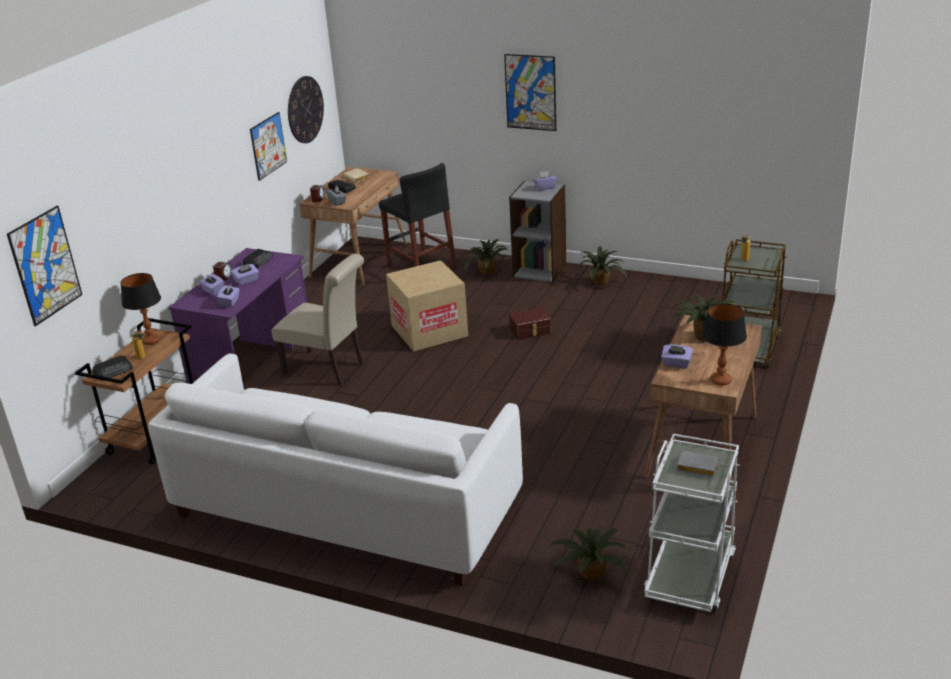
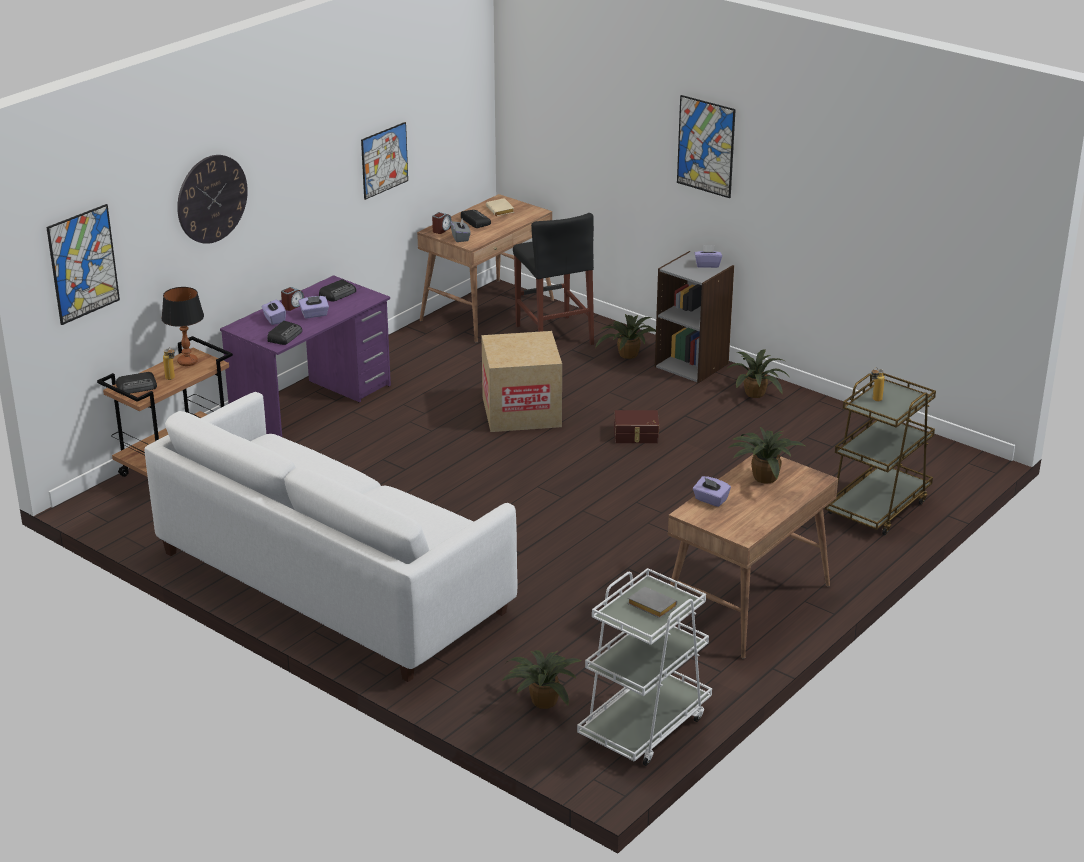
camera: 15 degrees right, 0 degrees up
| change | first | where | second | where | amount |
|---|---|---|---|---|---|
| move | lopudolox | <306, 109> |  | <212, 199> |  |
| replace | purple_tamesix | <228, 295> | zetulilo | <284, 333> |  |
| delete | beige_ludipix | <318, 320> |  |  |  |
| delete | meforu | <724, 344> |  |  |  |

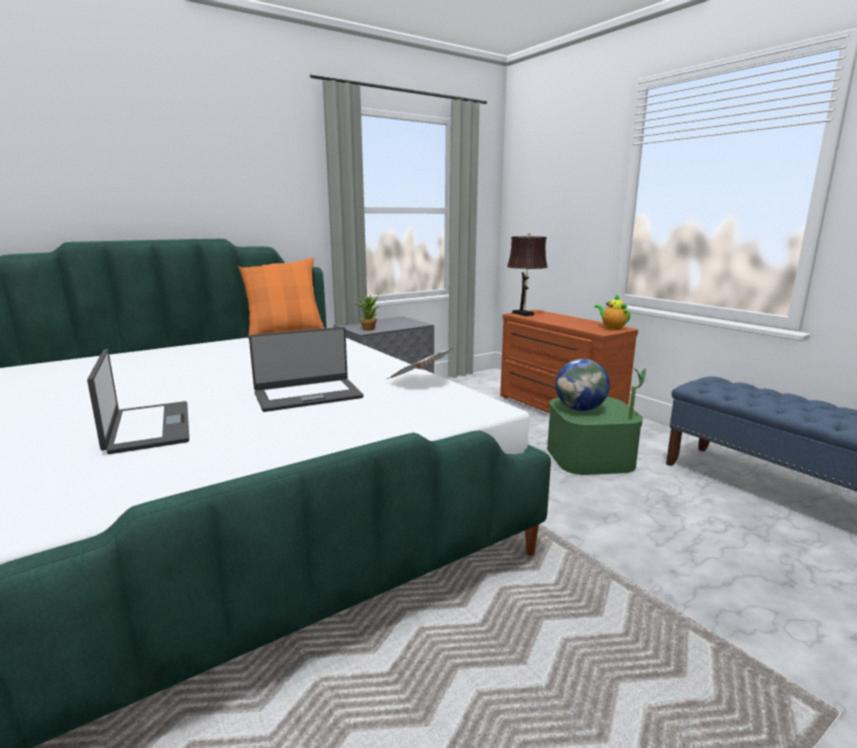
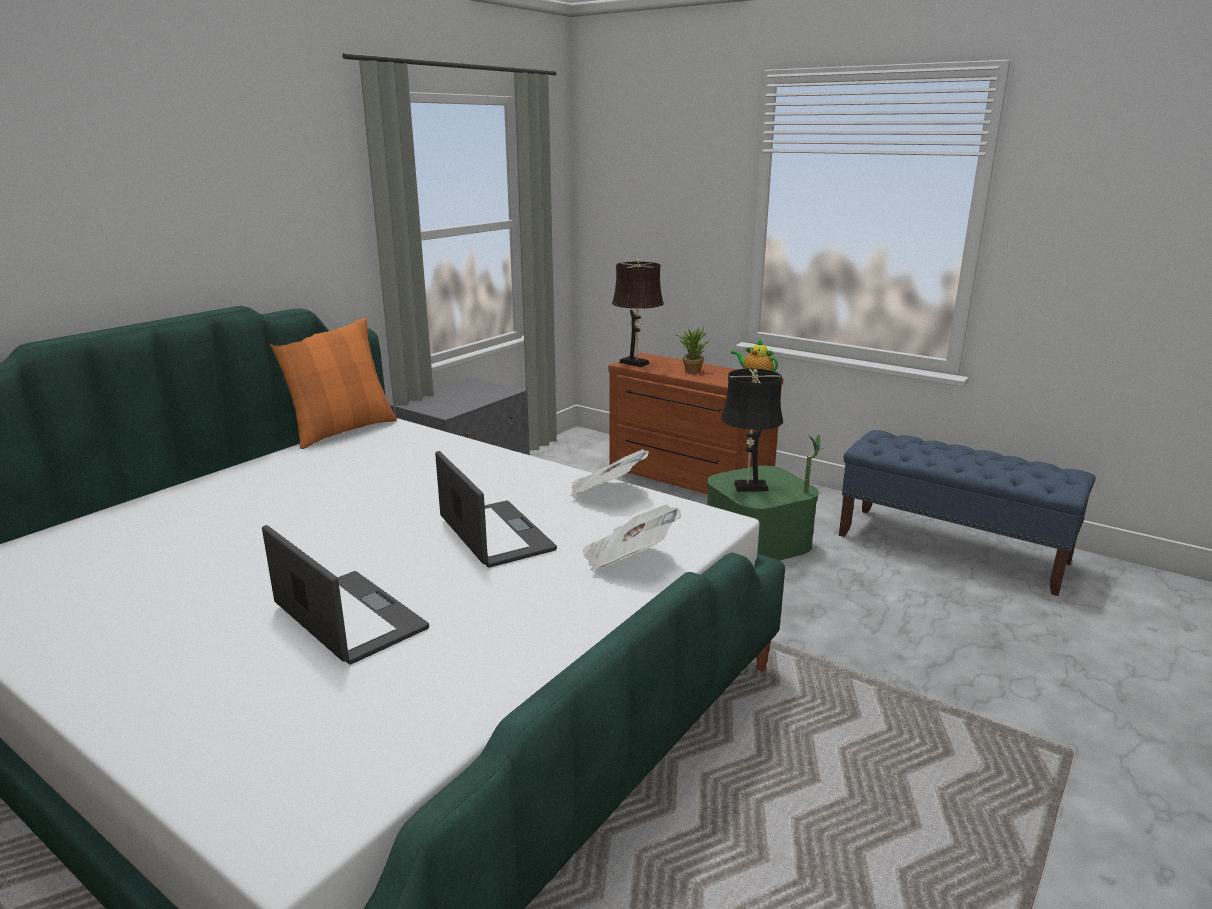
camera: 20 degrees left, 5 degrees up
| change | first | where | second | where | amount |
|---|---|---|---|---|---|
| rotate | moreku | <306, 369> |  | <496, 509> | 75 degrees counterclockwise |
| insert |  |  | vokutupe | <632, 538> |  |
| move | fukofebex | <367, 312> |  | <692, 349> |  |
| replace | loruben | <582, 385> | black_meforu | <752, 430> |  |

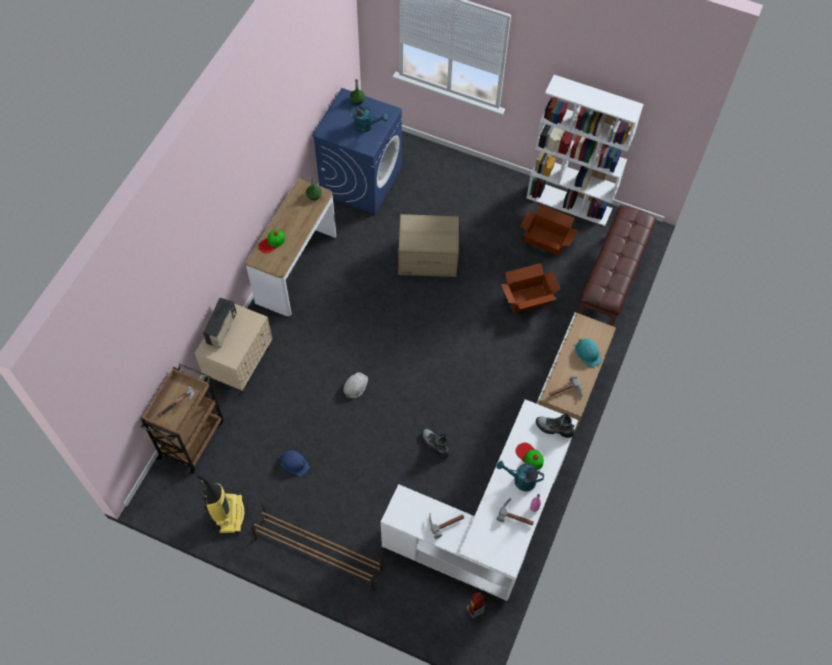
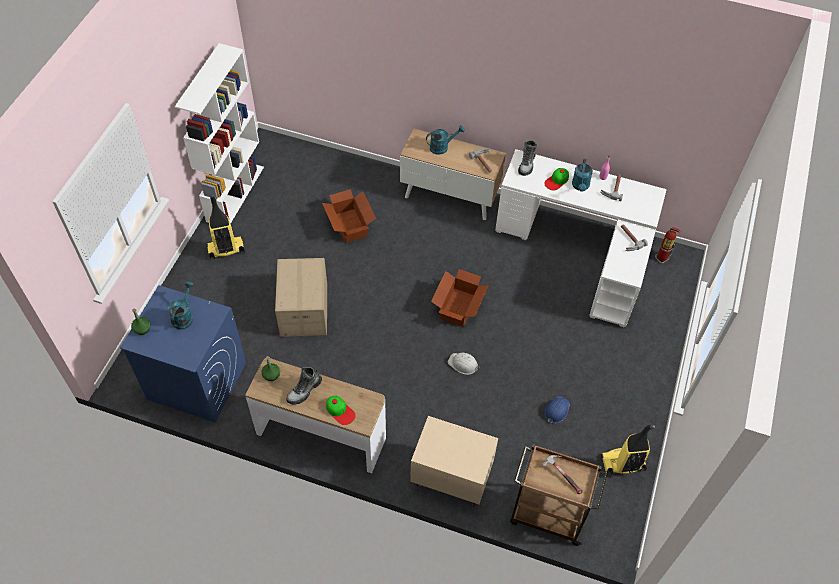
camera: 95 degrees left, 5 degrees down
| change | first | where | second | where | amount |
|---|---|---|---|---|---|
| insert |  |  | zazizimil | <225, 227> |  |
| move | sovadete | <436, 443> |  | <304, 386> |  |
| replace | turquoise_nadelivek | <588, 353> | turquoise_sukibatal | <445, 140> |  |
| move | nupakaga | <549, 230> |  | <460, 298> |  |
| delete | zetulilo | <220, 323> |  |  |  |
| delete | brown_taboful | <316, 547> |  |  |  |
| delete | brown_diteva | <617, 265> |  |  |  |

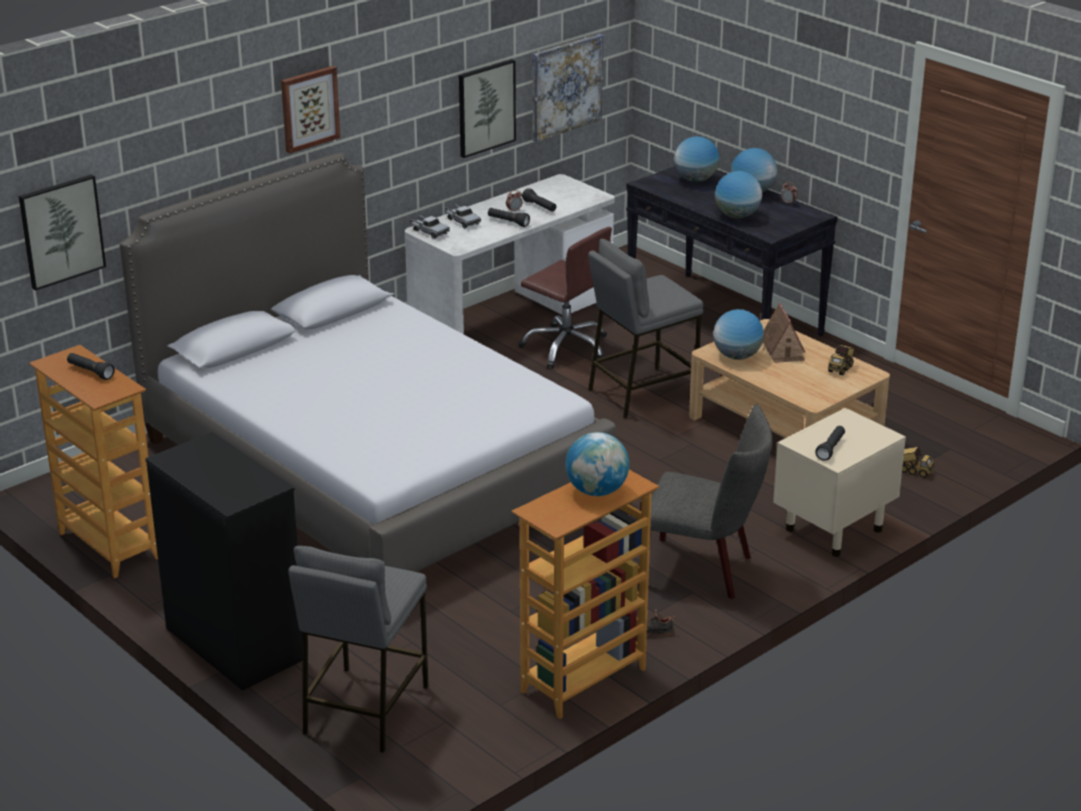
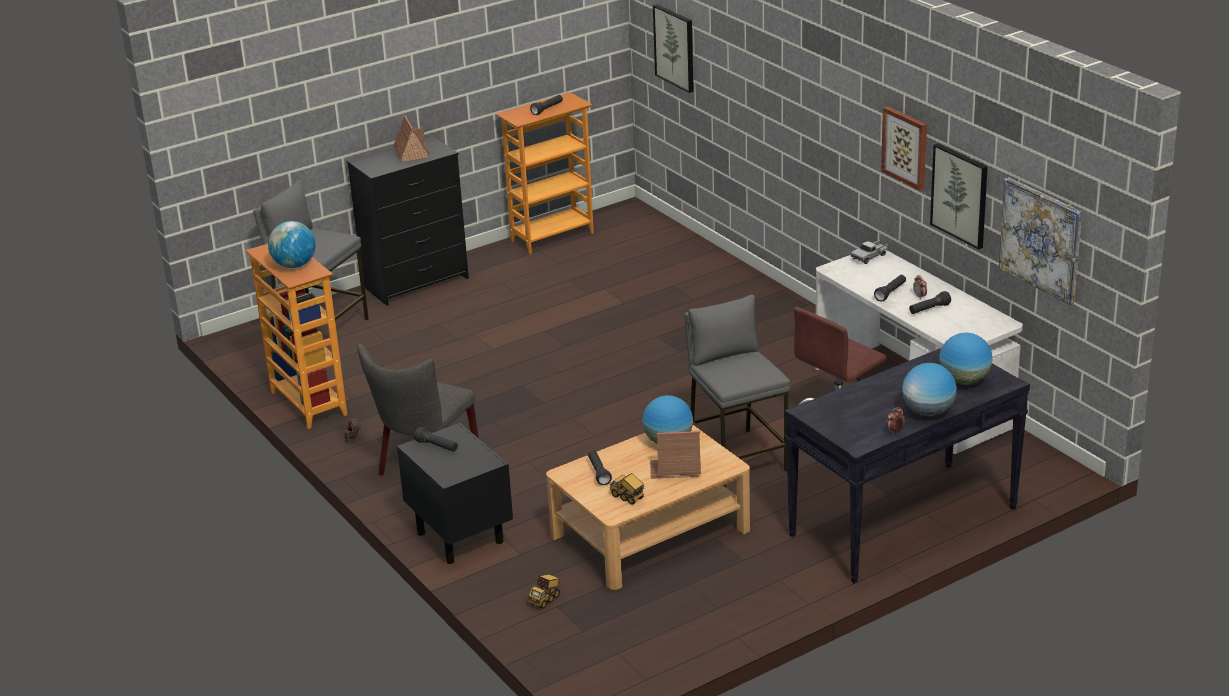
camera: 100 degrees right, 0 degrees up
| change | first | where | second | where | amount |
|---|---|---|---|---|---|
| insert |  |  | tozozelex | <411, 139> |  |
| recolor | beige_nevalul | <839, 482> | black_nevalul | <455, 493> |  |
| insert |  |  | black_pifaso | <600, 467> |  |
| move | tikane | <310, 110> |  | <904, 148> |  |
| delete | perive | <368, 362> |  |  |  |
| delete | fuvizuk | <463, 216> |  |  |  |
| delete | loruben | <738, 194> |  |  |  |

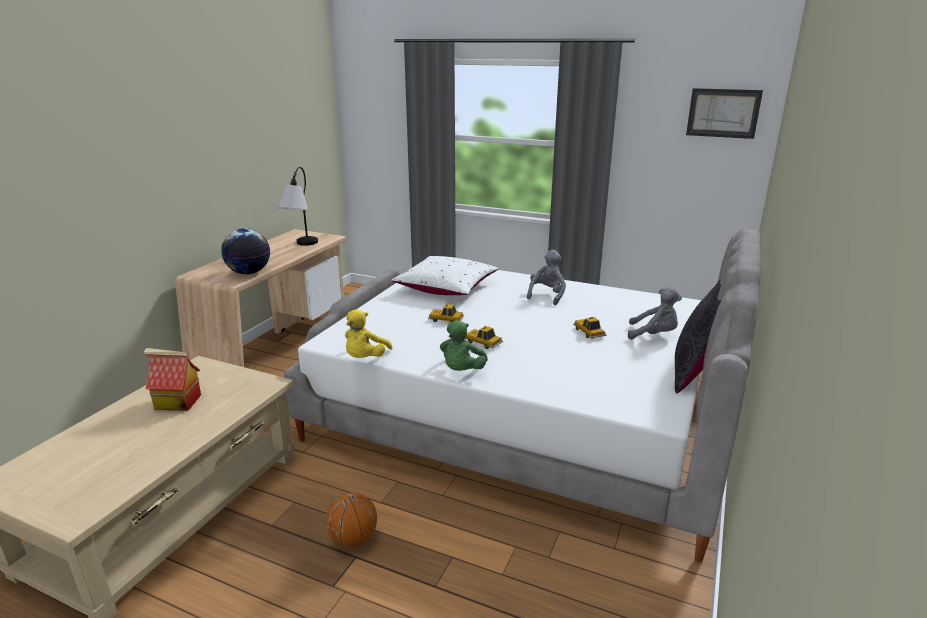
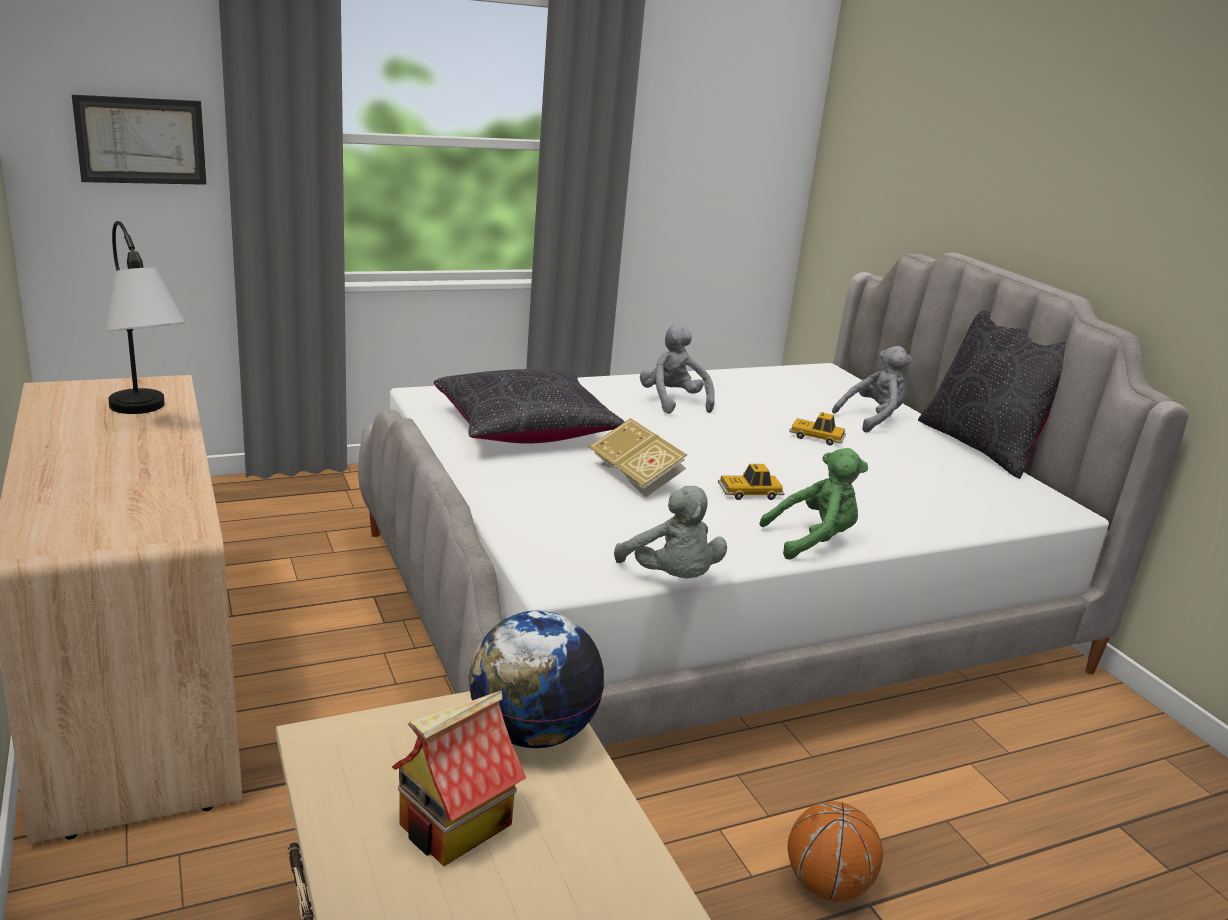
camera: 50 degrees left, 0 degrees up
| change | first | where | second | where | amount |
|---|---|---|---|---|---|
| move | tikane | <724, 113> |  | <139, 140> |  |
| recolor | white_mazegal | <444, 275> | black_mazegal | <529, 406> |  |
| move | loruben | <245, 251> |  | <536, 679> |  |
| replace | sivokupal | <446, 313> | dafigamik | <637, 458> |  |
| recolor | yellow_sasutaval | <369, 333> | grey_sasutaval | <670, 532> |  |
| rotate | green_sasutaval | <464, 345> |  | <813, 503> | 75 degrees counterclockwise |

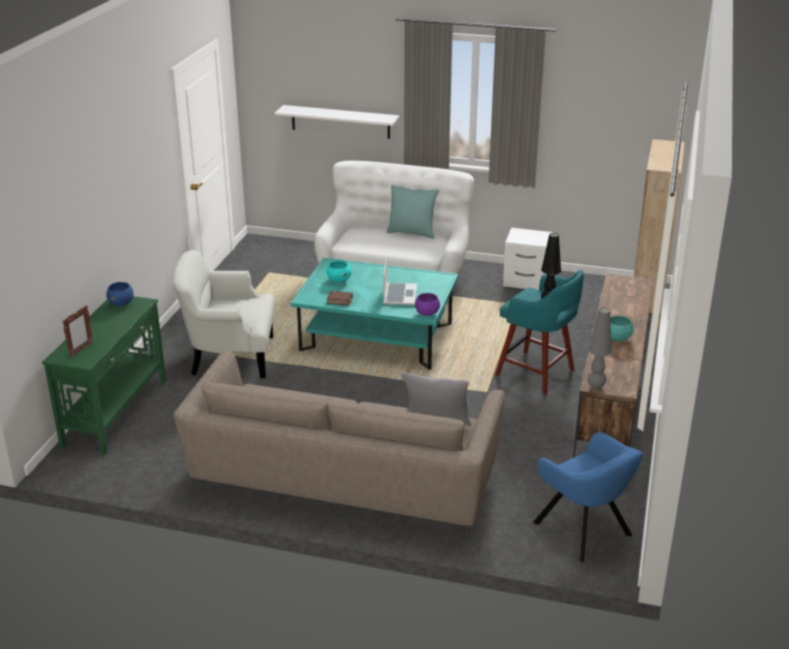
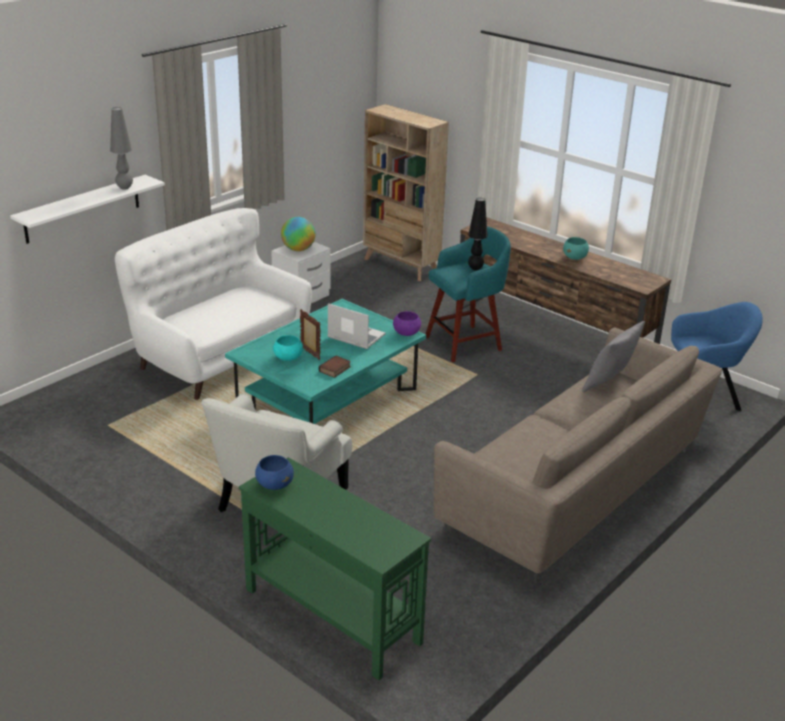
camera: 65 degrees left, 0 degrees up
| change | first | where | second | where | amount |
|---|---|---|---|---|---|
| move | grey_meforu | <599, 348> |  | <121, 148> |  |
| insert |  |  | loruben | <298, 234> |  |
| move | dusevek | <77, 331> |  | <310, 334> |  |
| delete | turquoise_mazegal | <413, 212> |  |  |  |

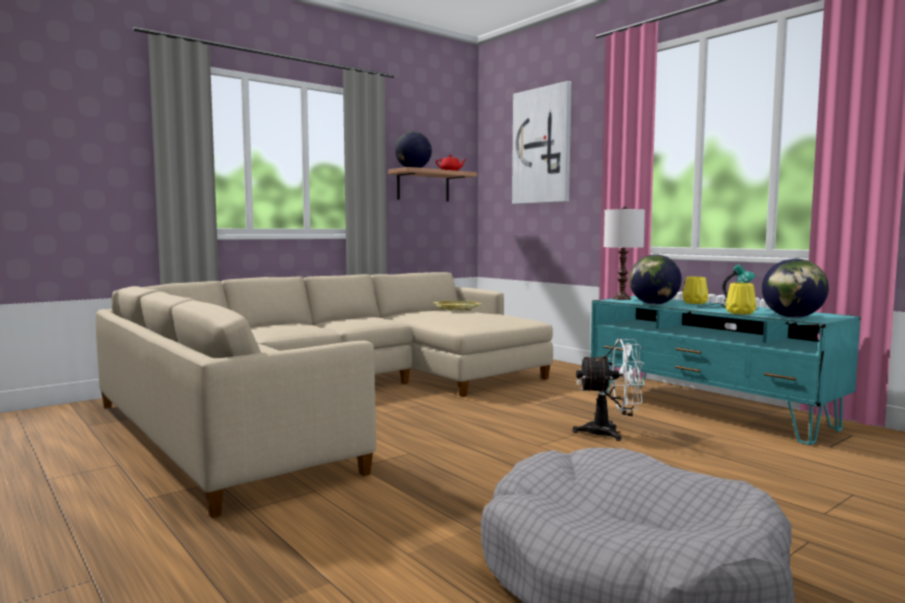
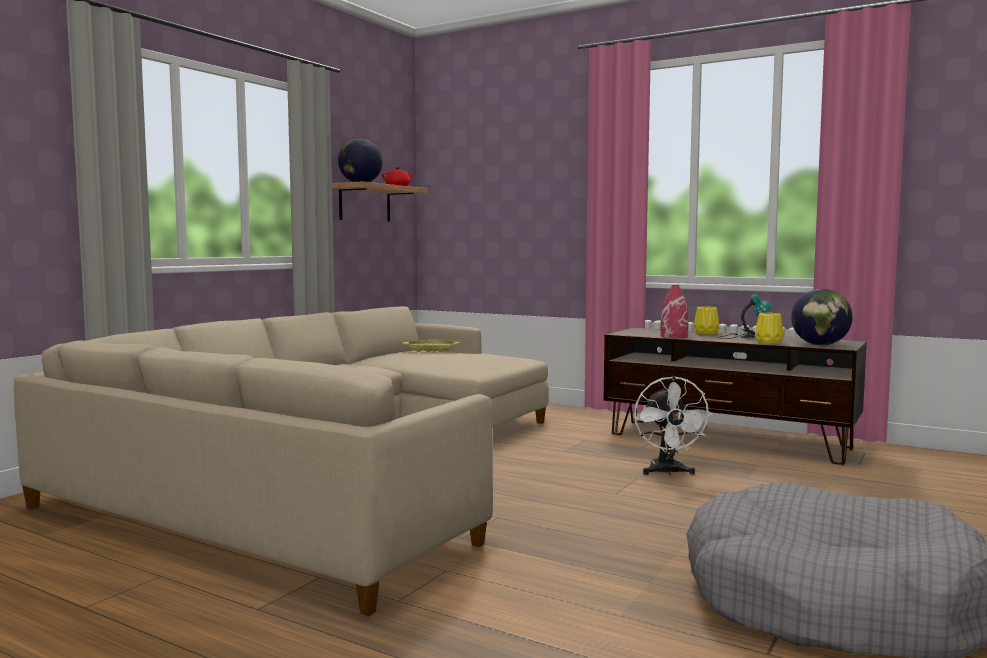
camera: 20 degrees left, 0 degrees up
| change | first | where | second | where | amount |
|---|---|---|---|---|---|
| recolor | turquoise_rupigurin | <726, 370> | brown_rupigurin | <735, 396> |  |
| rotate | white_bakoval | <608, 389> |  | <673, 426> | 105 degrees clockwise |
| replace | loruben | <655, 279> | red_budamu | <674, 311> |  |
| delete | tikane | <541, 142> |  |  |  |
| delete | white_meforu | <624, 253> |  |  |  |

